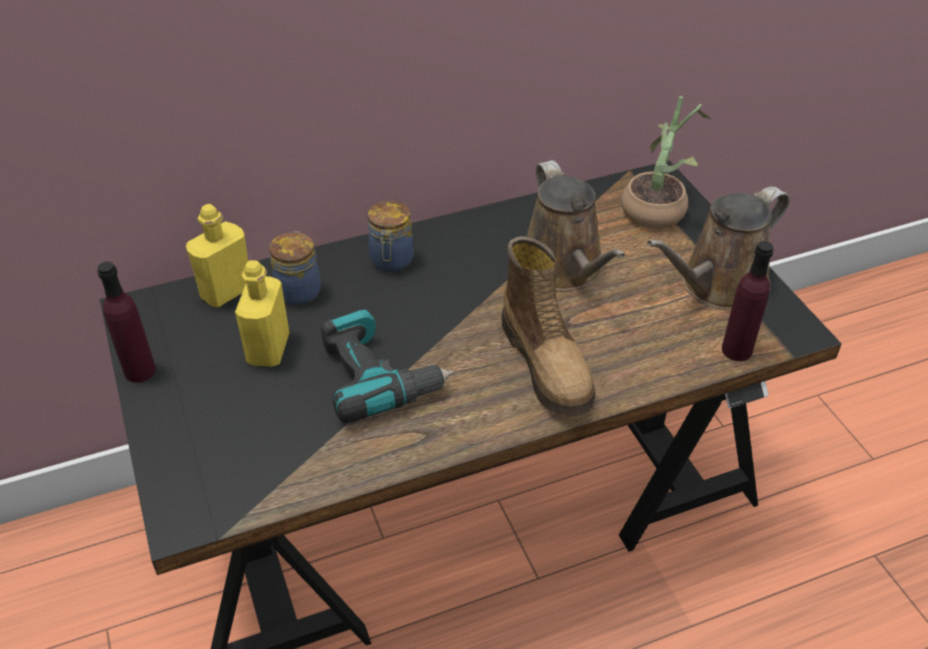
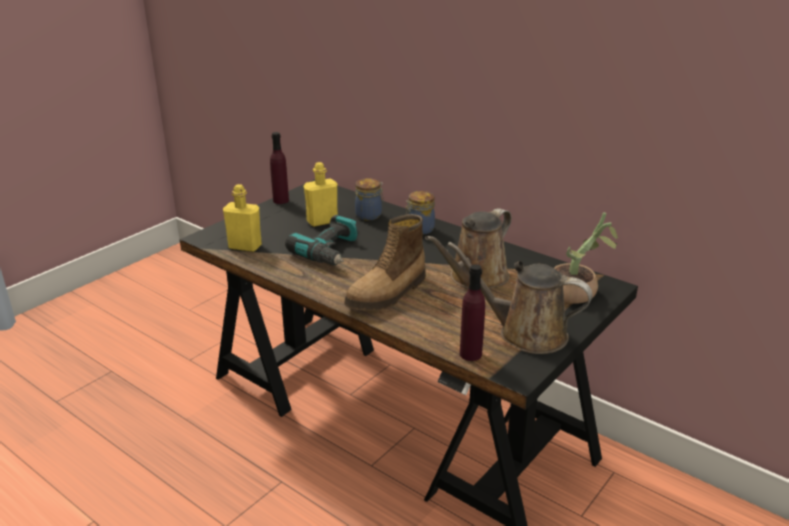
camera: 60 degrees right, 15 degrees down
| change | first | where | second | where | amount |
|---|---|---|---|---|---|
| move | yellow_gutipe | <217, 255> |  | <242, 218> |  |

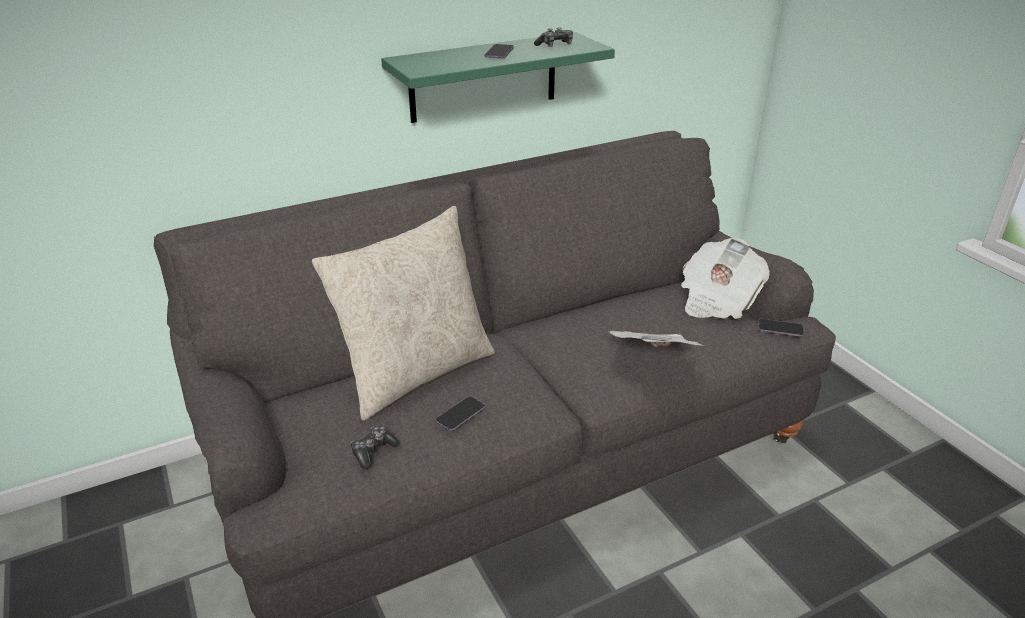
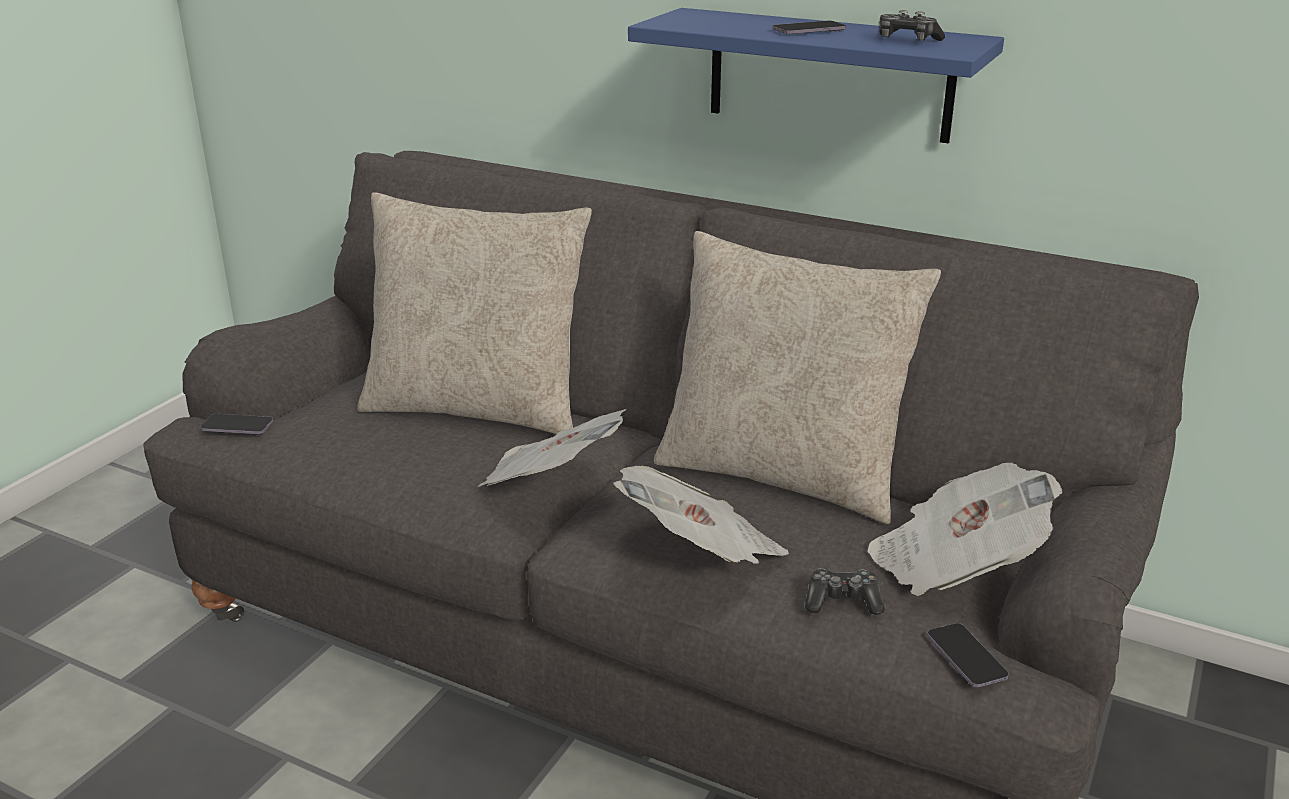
camera: 55 degrees right, 5 degrees down
| change | first | where | second | where | amount |
|---|---|---|---|---|---|
| move | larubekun | <460, 413> |  | <237, 424> |  |
| insert |  |  | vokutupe | <552, 448> |  |
| recolor | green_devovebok | <498, 77> | blue_devovebok | <816, 75> |  |
| insert |  |  | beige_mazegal | <797, 377> |  |
| move | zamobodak | <375, 447> |  | <845, 591> |  |

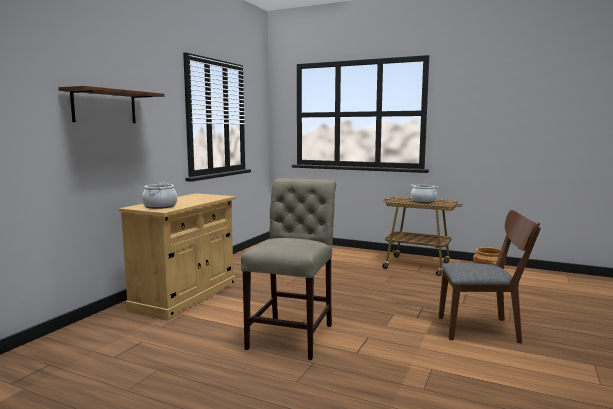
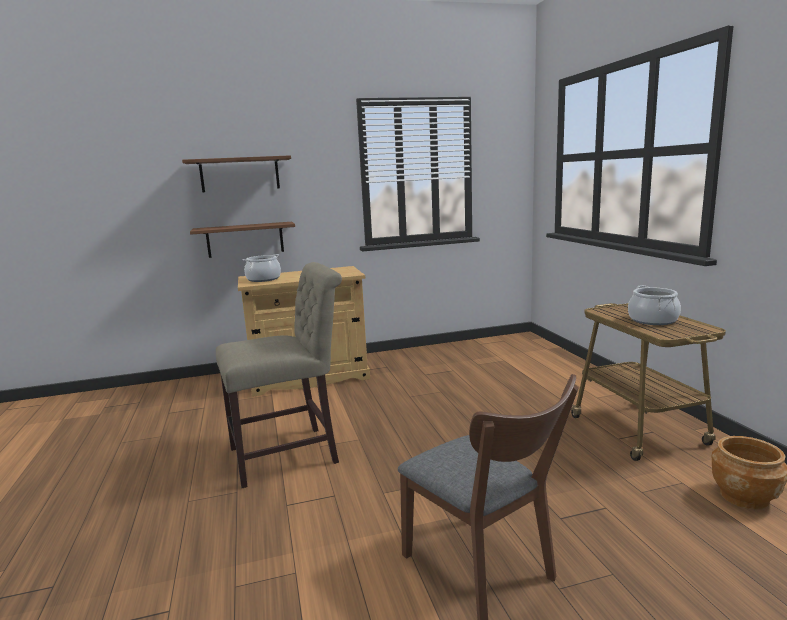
camera: 50 degrees right, 5 degrees up
| change | first | where | second | where | amount |
|---|---|---|---|---|---|
| insert |  |  | devovebok | <242, 240> |  |

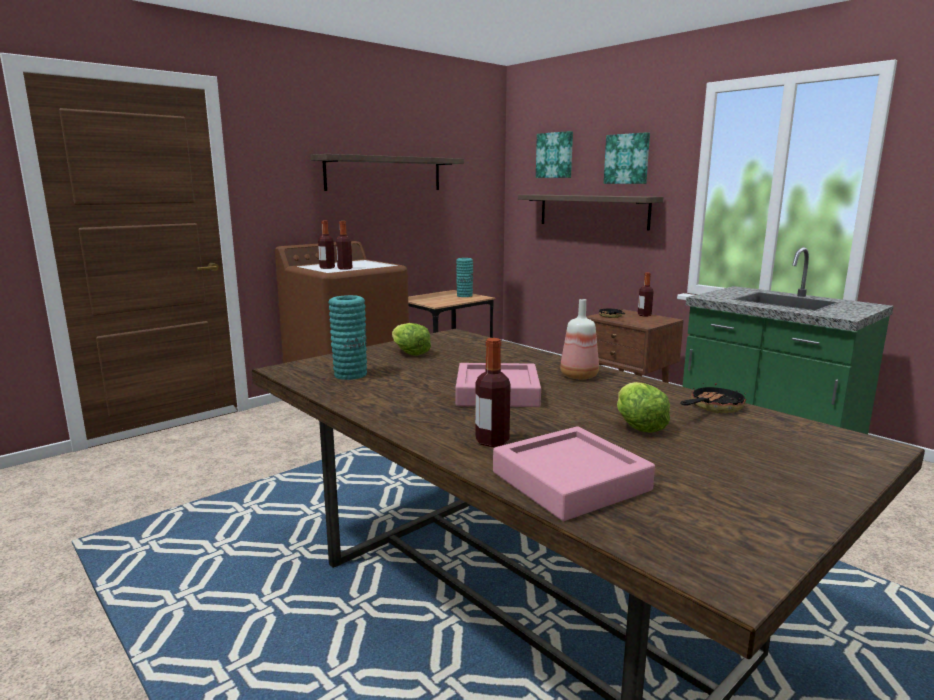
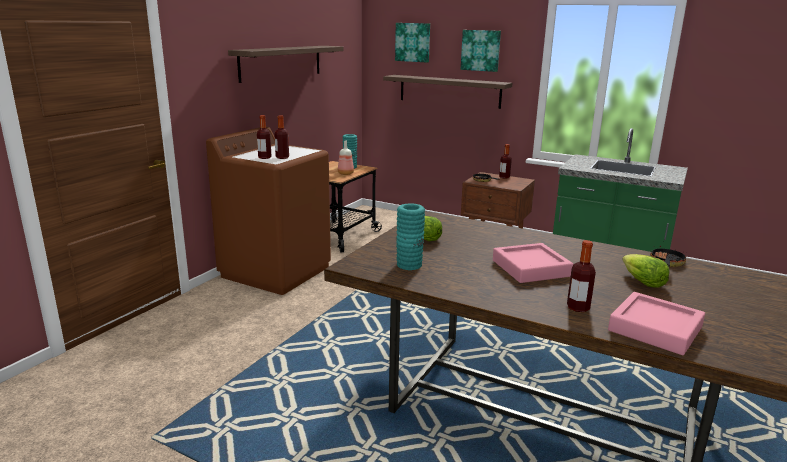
camera: 20 degrees left, 5 degrees up
| change | first | where | second | where | amount |
|---|---|---|---|---|---|
| move | gutipe | <579, 339> |  | <346, 157> |  |

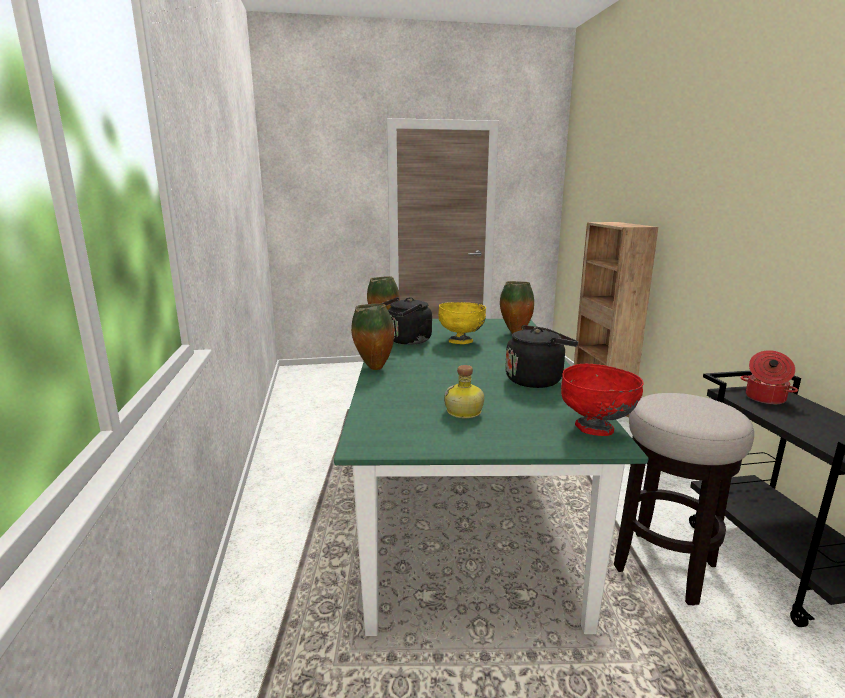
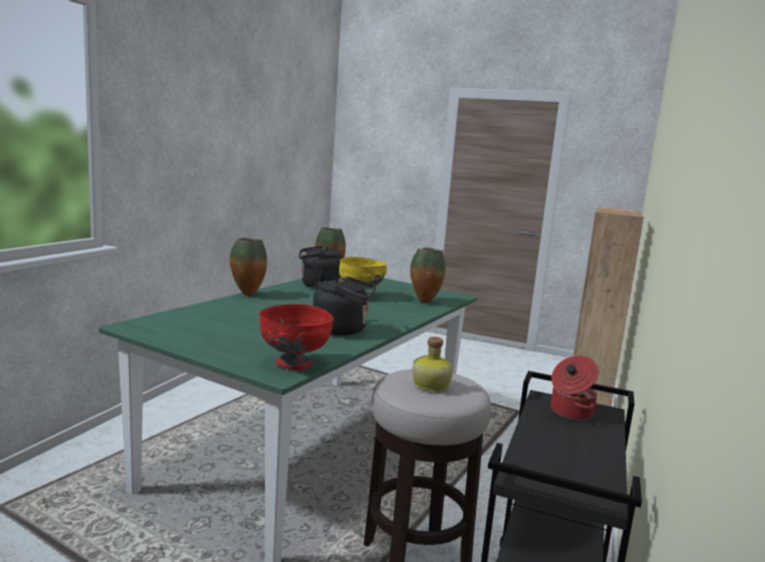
camera: 30 degrees right, 5 degrees down
| change | first | where | second | where | amount |
|---|---|---|---|---|---|
| move | gutipe | <464, 391> |  | <432, 364> |  |

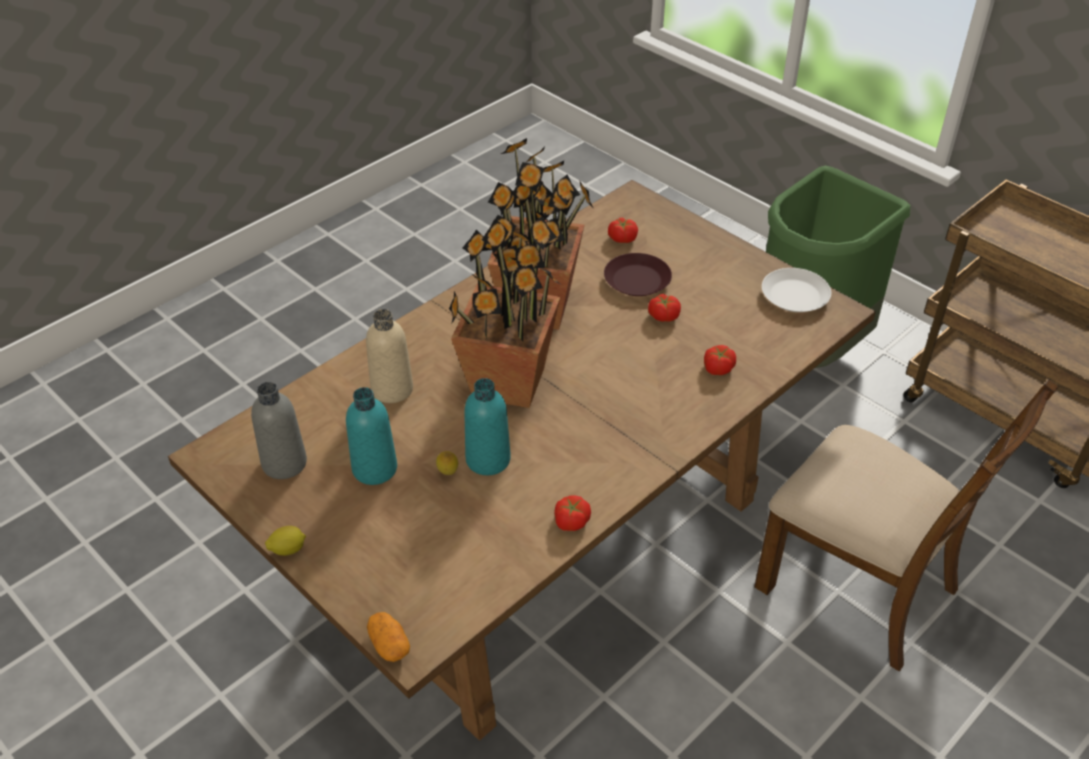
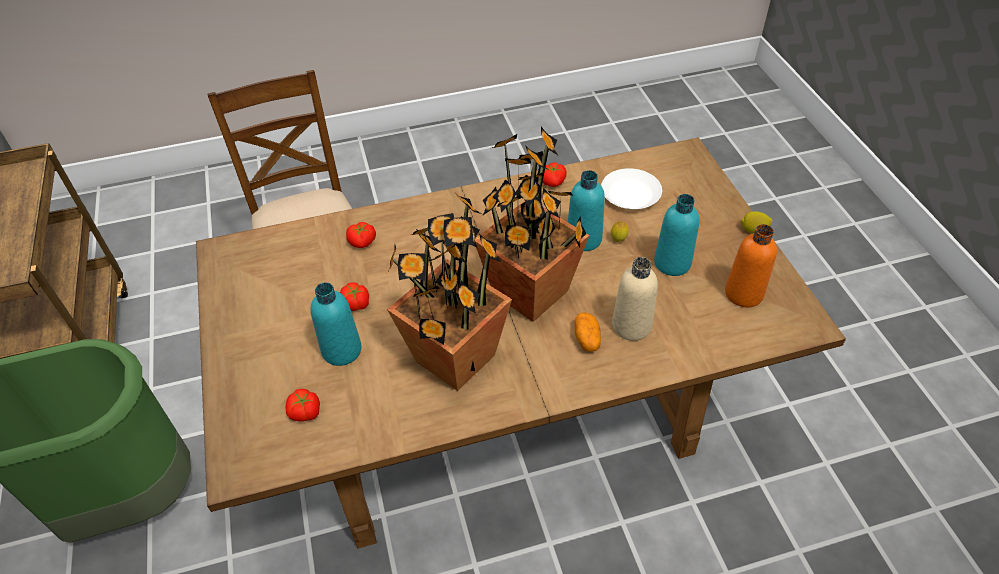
camera: 150 degrees left, 5 degrees up
| change | first | where | second | where | amount |
|---|---|---|---|---|---|
| replace | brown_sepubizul | <638, 274> | turquoise_gutipe | <336, 324> |  |
| move | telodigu | <388, 637> |  | <588, 332> |  |
| move | white_sepubizul | <796, 290> |  | <631, 188> |  |
| recolor | grey_gutipe | <279, 430> | orange_gutipe | <751, 265> |  |

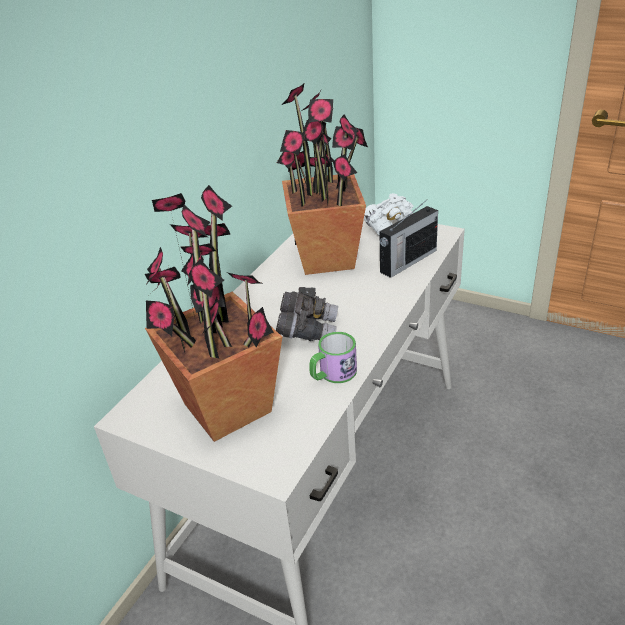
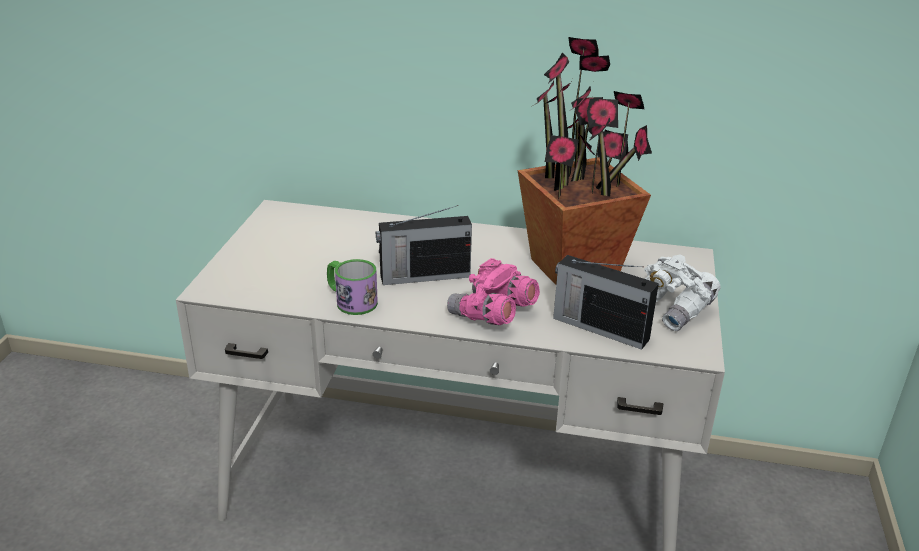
camera: 70 degrees right, 5 degrees down
| change | first | where | second | where | amount |
|---|---|---|---|---|---|
| replace | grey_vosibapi | <307, 314> | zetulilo | <424, 245> |  |
| insert |  |  | pink_vosibapi | <493, 291> |  |
| delete | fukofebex | <213, 313> |  |  |  |

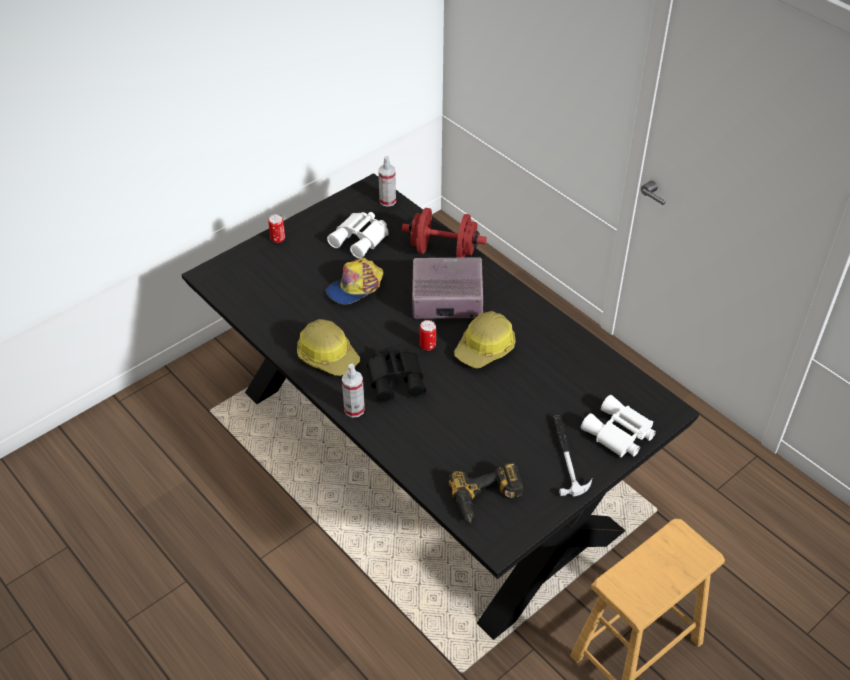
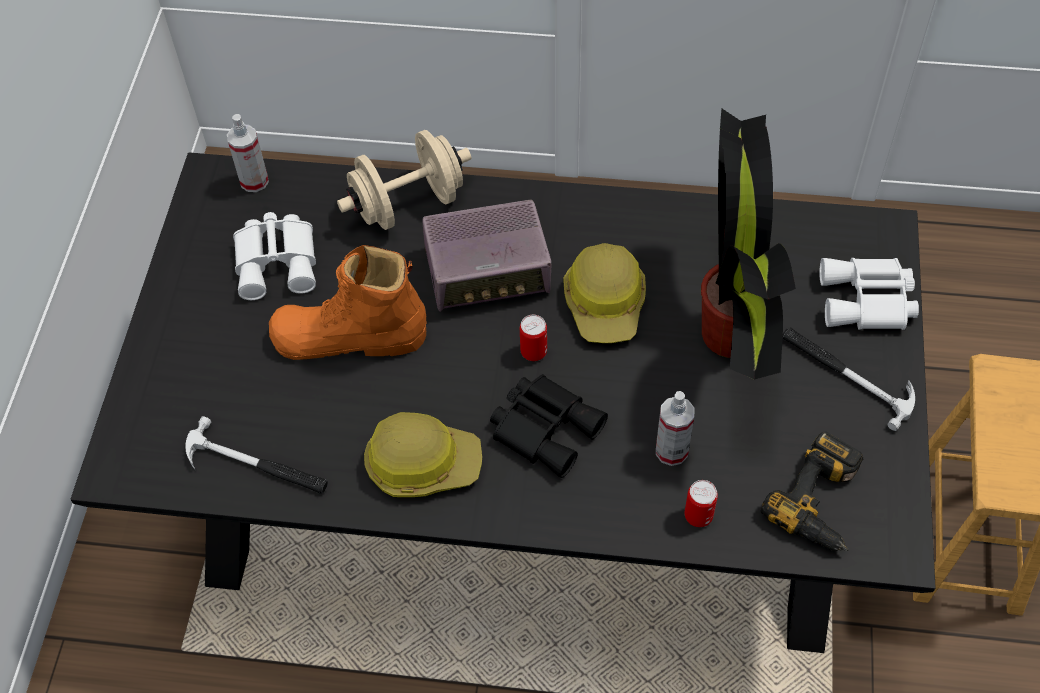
camera: 40 degrees left, 10 degrees up
| change | first | where | second | where | amount |
|---|---|---|---|---|---|
| insert |  |  | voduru | <256, 455> |  |
| replace | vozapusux | <354, 281> | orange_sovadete | <348, 302> |  |
| recolor | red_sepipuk | <444, 233> | beige_sepipuk | <404, 180> |  |
| rotate | zetulilo | <448, 288> |  | <487, 256> | 150 degrees counterclockwise |
| move | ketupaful | <353, 391> |  | <675, 428> |  |
| move | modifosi | <276, 228> |  | <701, 503> |  |
| insert |  |  | fukofebex | <748, 244> |  |

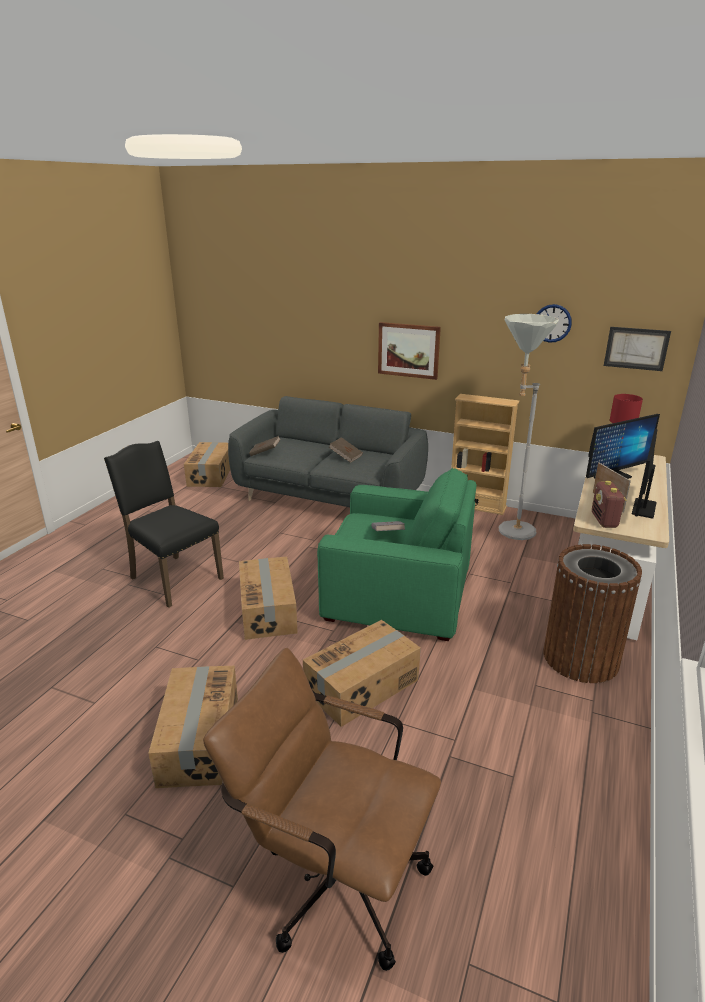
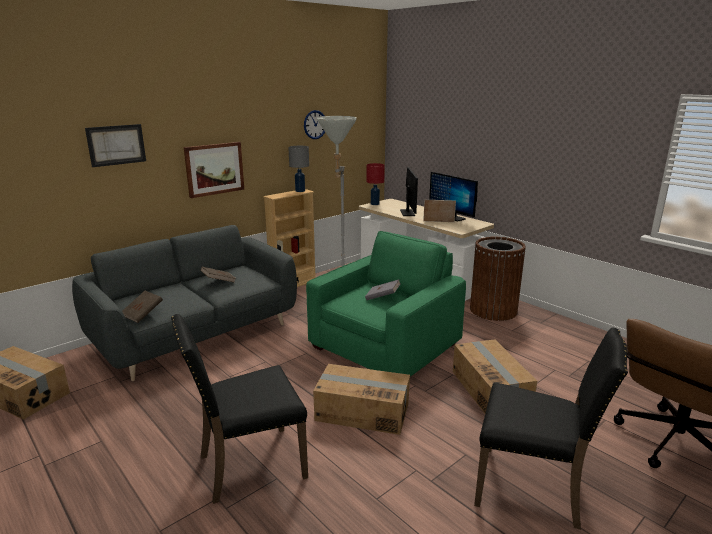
camera: 65 degrees left, 5 degrees down
| change | first | where | second | where | amount |
|---|---|---|---|---|---|
| move | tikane | <637, 349> |  | <115, 145> |  |
| insert |  |  | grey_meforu | <298, 169> |  |
| replace | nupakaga | <193, 727> | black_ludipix | <551, 428> |  |
| delete | zetulilo | <609, 504> |  |  |  |

